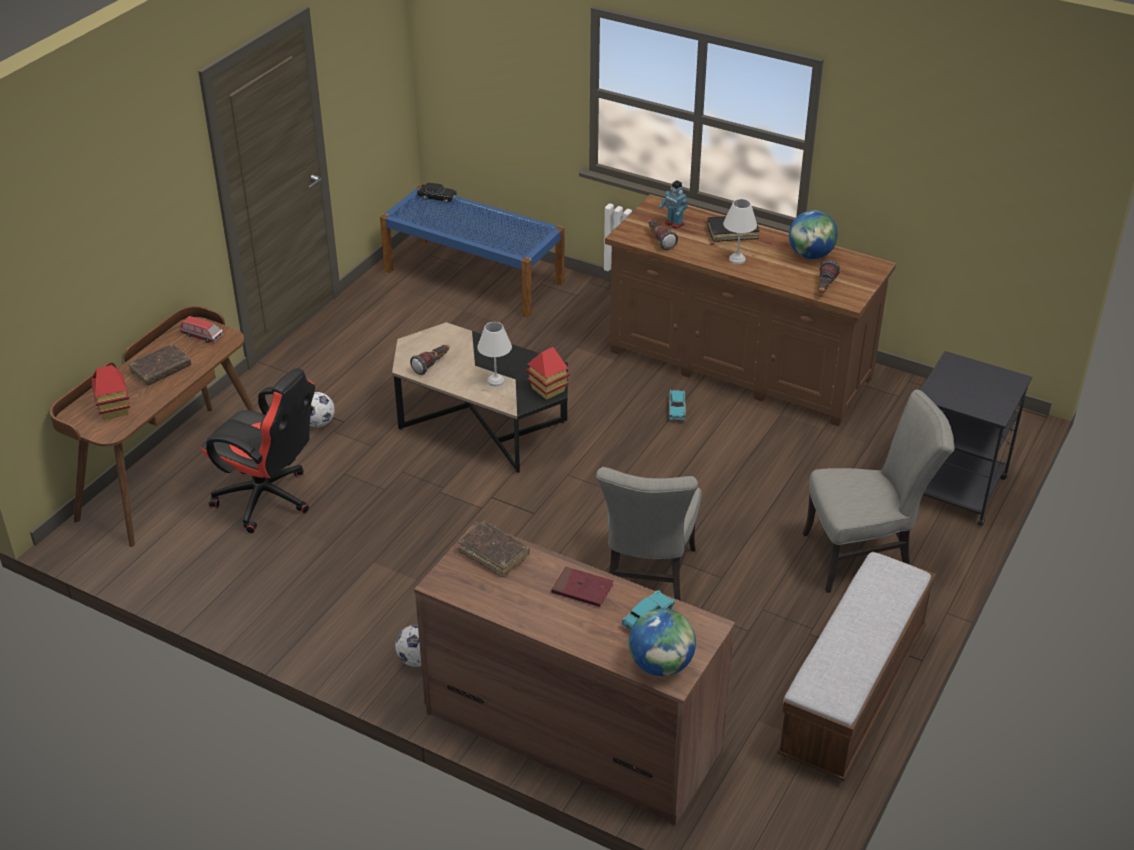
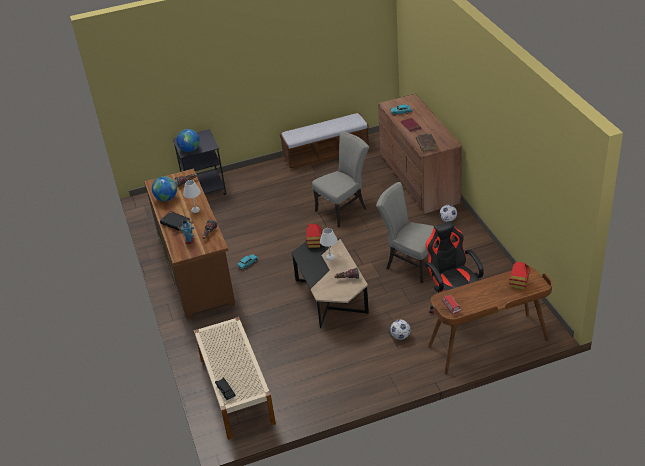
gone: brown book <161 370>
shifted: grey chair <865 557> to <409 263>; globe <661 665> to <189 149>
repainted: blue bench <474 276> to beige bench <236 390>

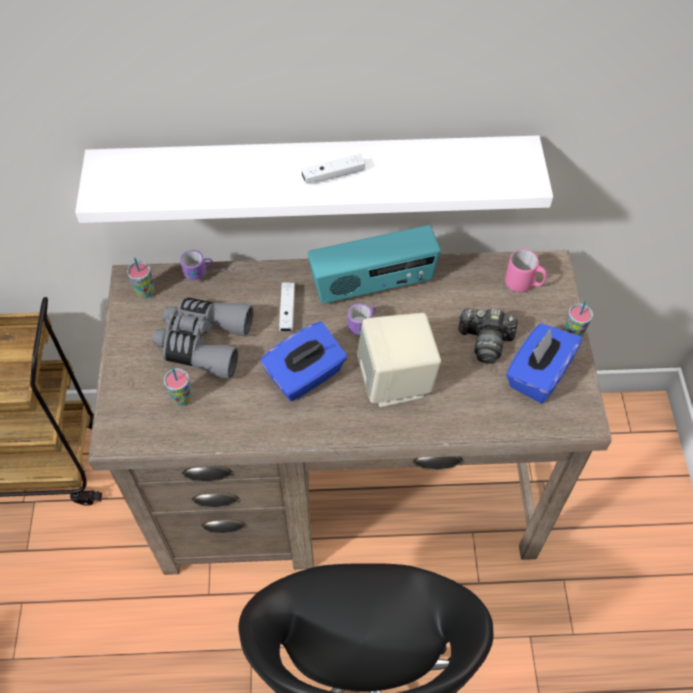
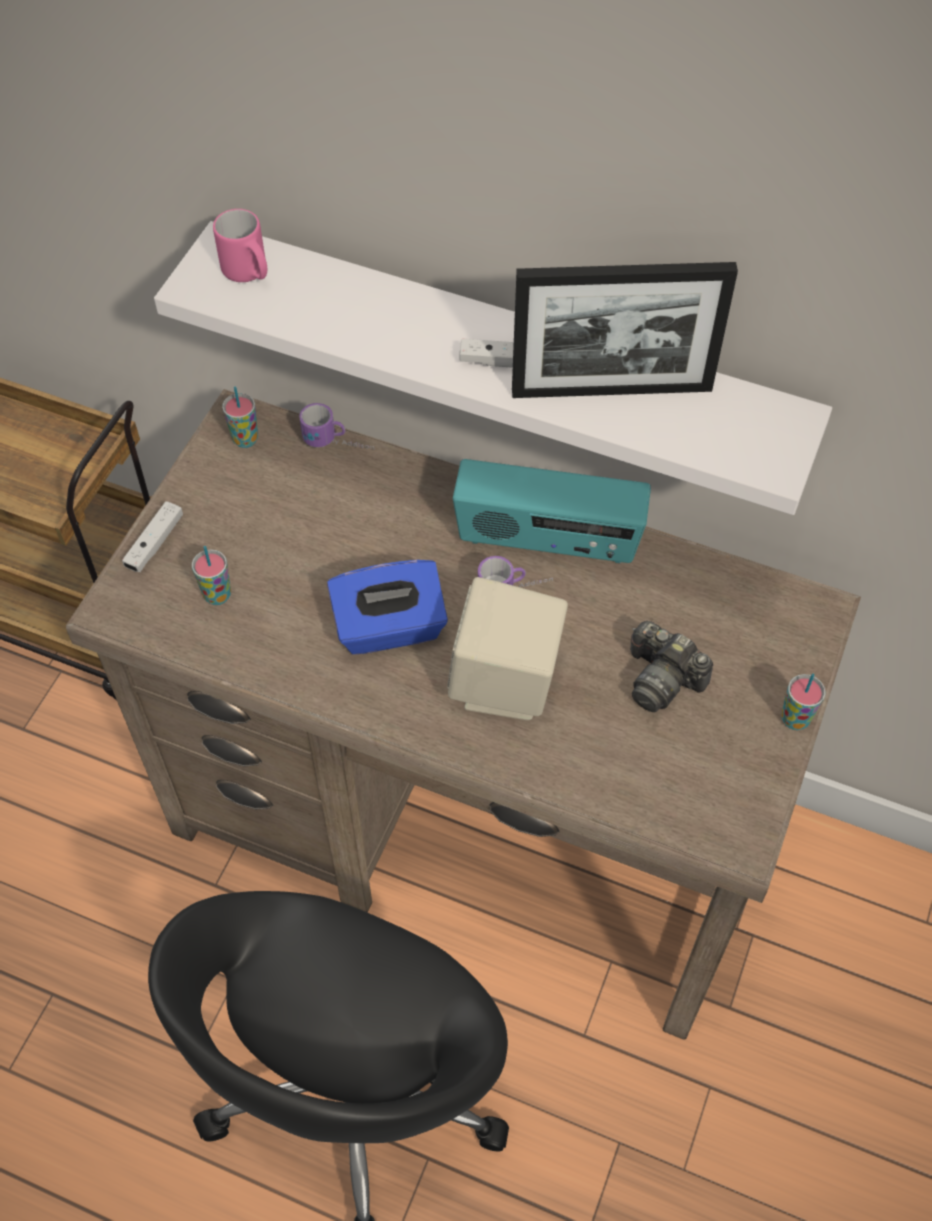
gone: grey binoculars <204 342>; blue tissue box <538 374>
new: picture frame <611 390>
shifted: pink mug <523 284> to <249 273>; white game controller <287 311> to <155 543>

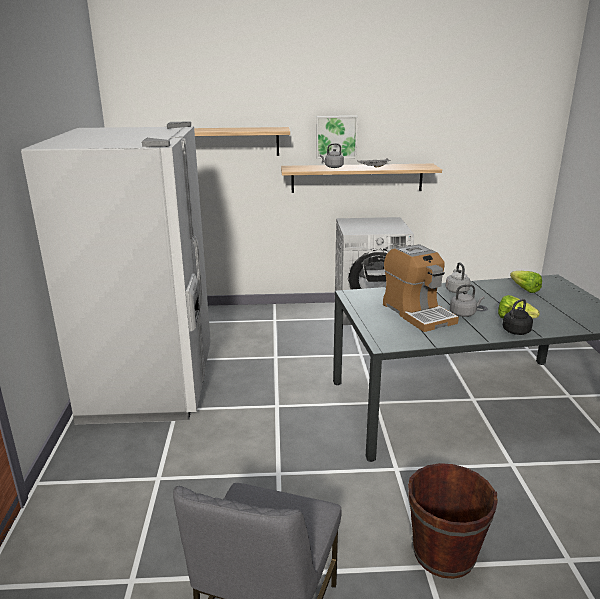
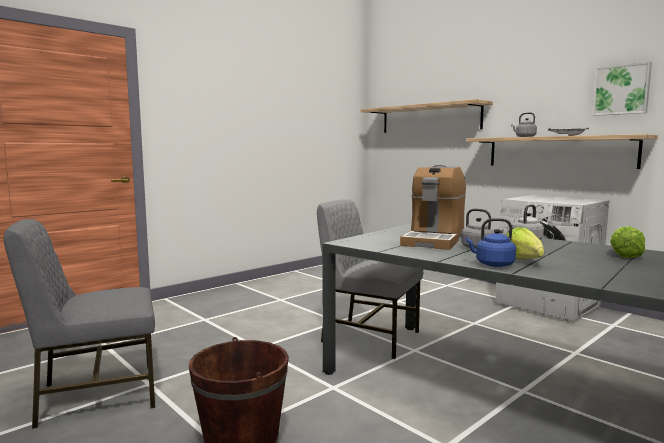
gone: white fridge <151 382>
new: grey chair <368 337>
shifted: picture <336 137> to <621 90>
repainted: black kettle <515 332> to blue kettle <492 264>

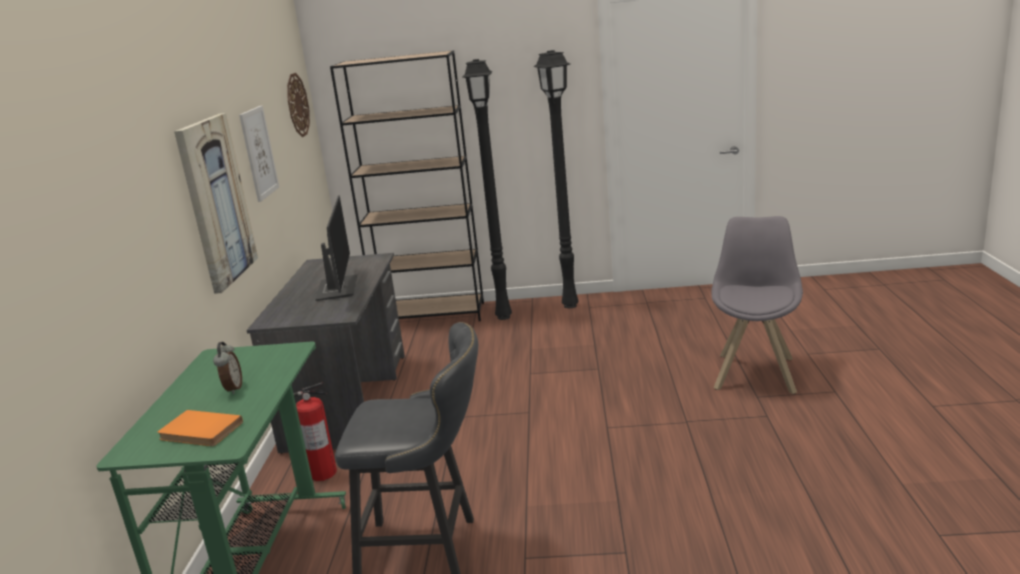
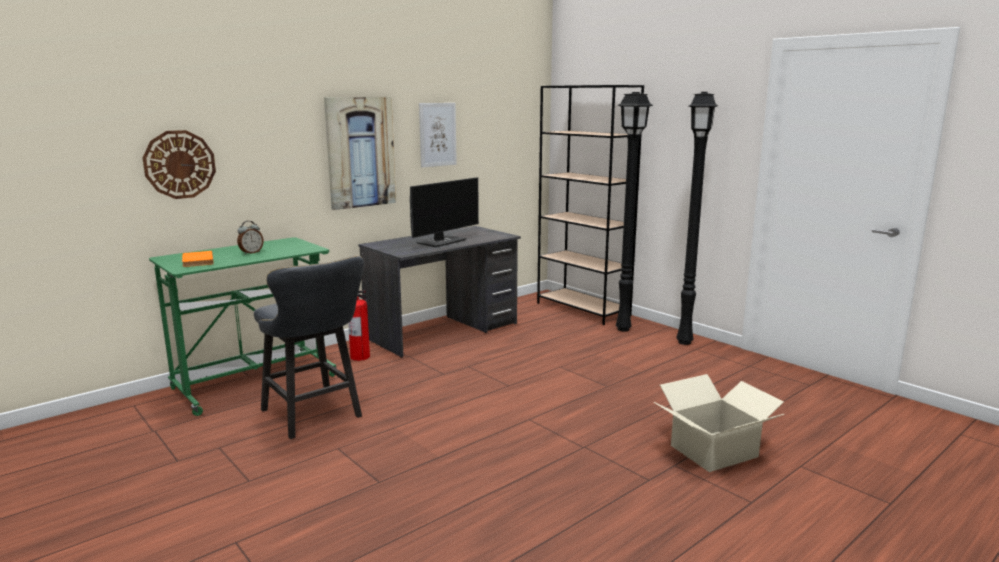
shifted: wall clock <297 105> to <179 164>
swapped: grey chair <755 373> to cardboard box <714 451>

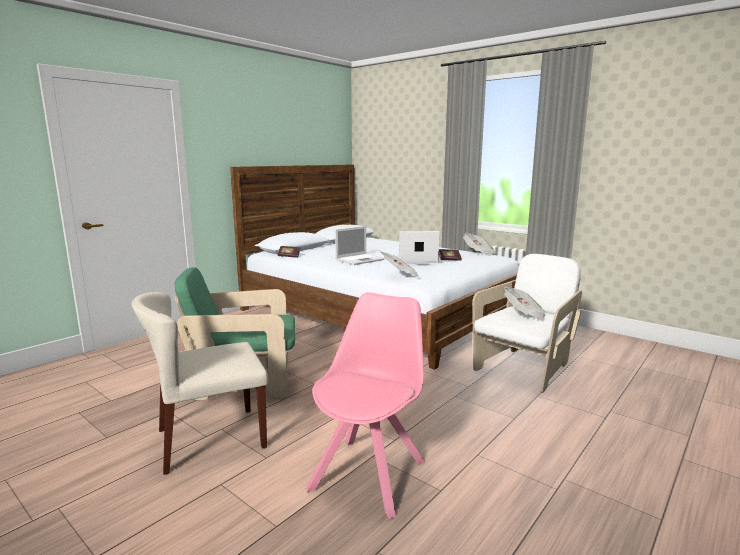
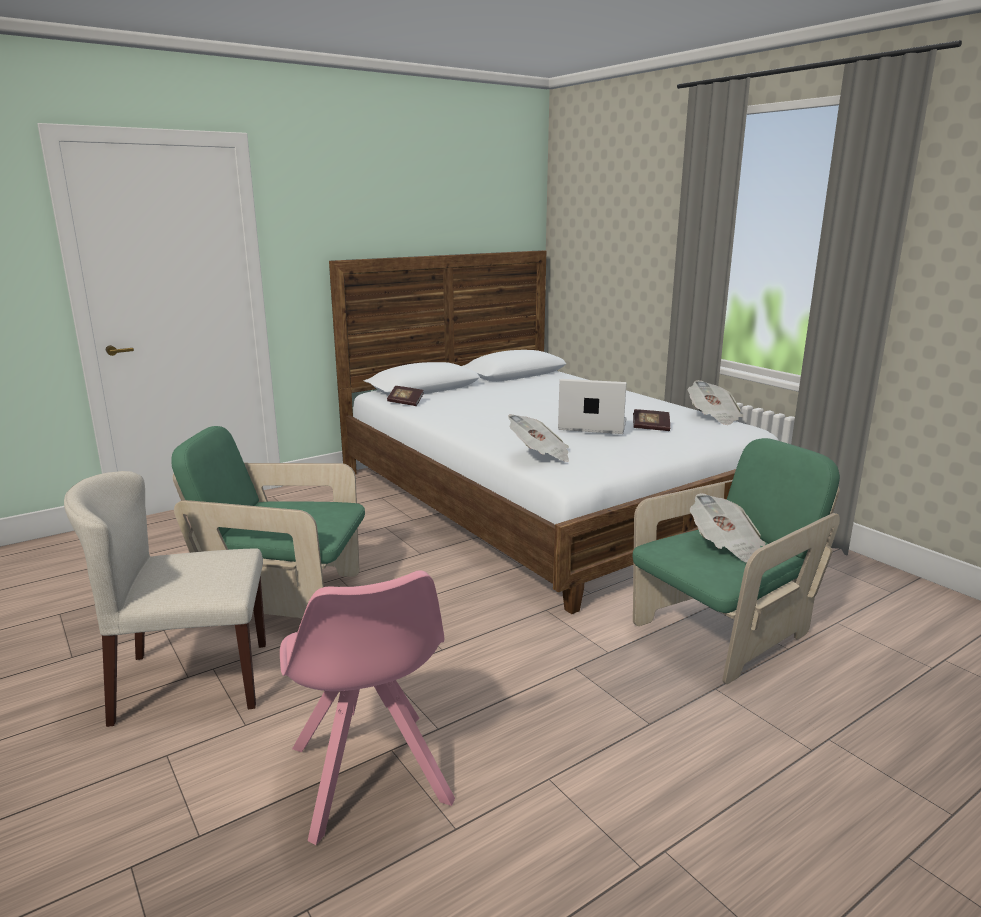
gone: laptop <360 259>
repainted: white armchair <524 368> to green armchair <723 633>
rotated: pink chair <370 473> = <370 778> 120 degrees clockwise

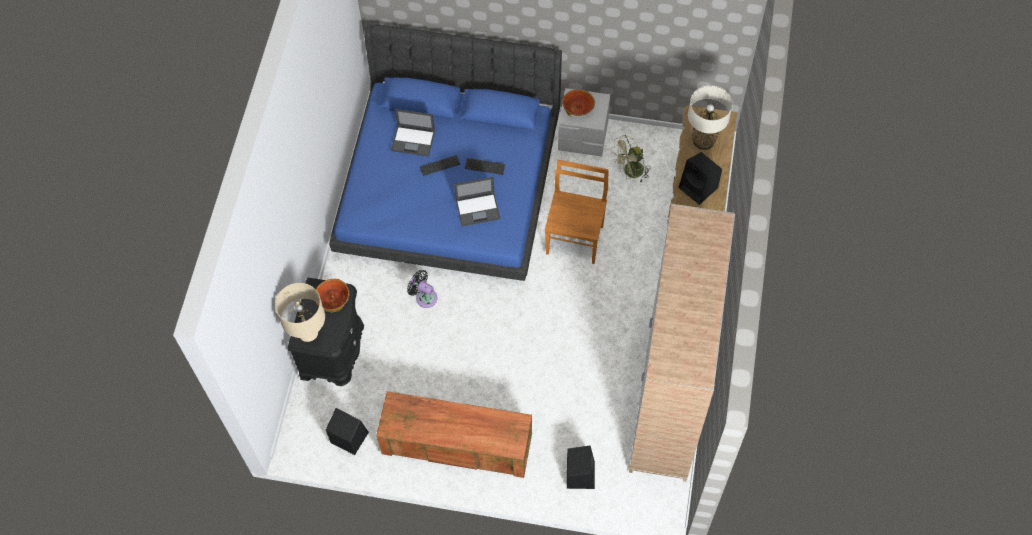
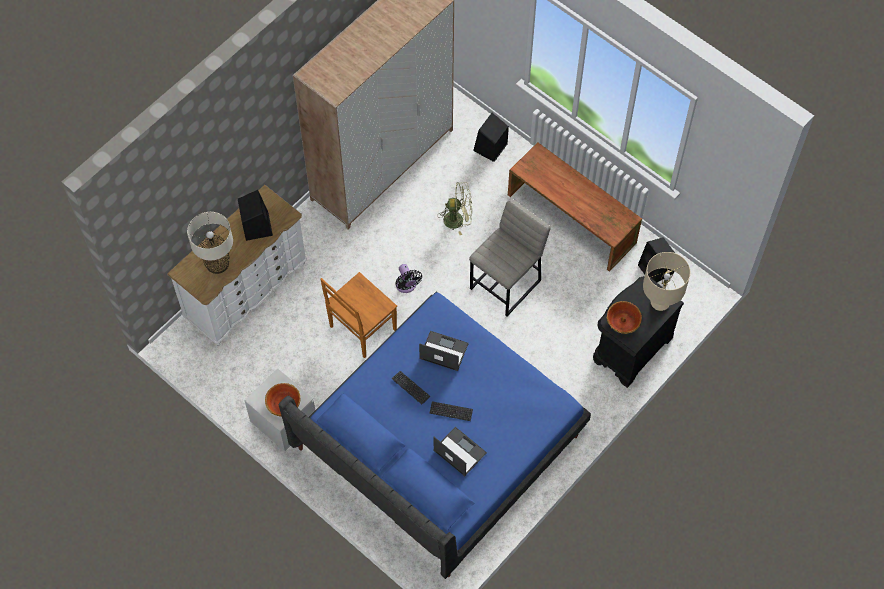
new: grey chair <506 283>
shifted: green fan <630 172> to <458 219>; black fan <424 297> to <406 286>

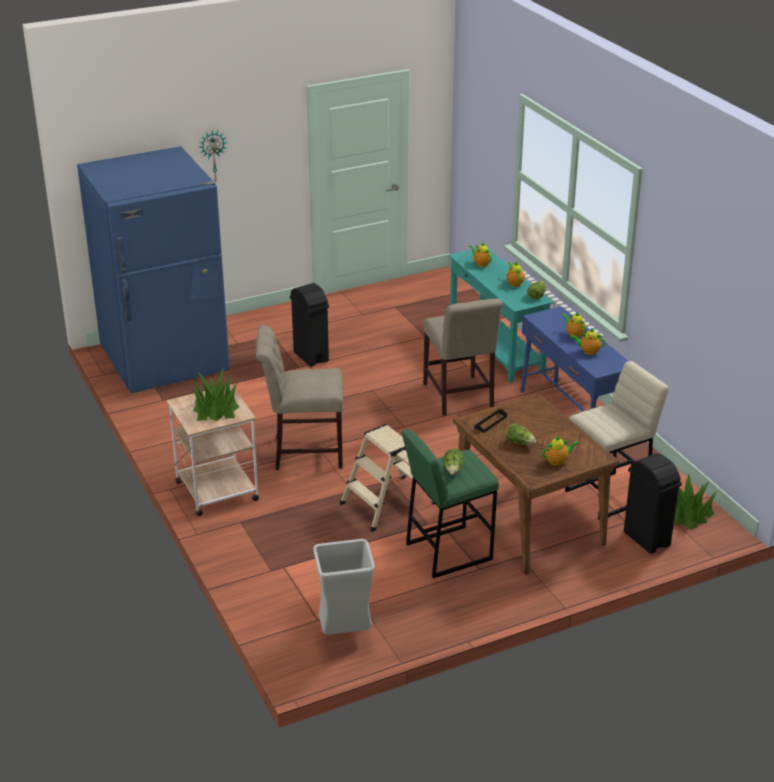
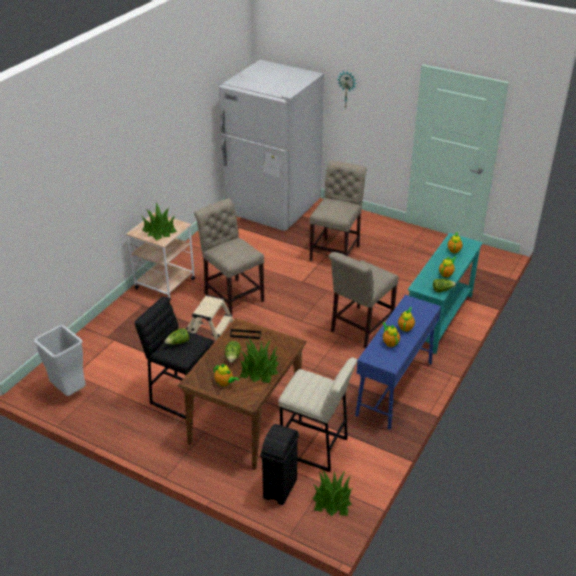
new: potted plant <259 369>
swapped: black trash can <311 356> to beige chair <336 251>
repainted: blue fridge <165 359> to white fridge <273 207>; green stool <447 552> to black stool <181 397>

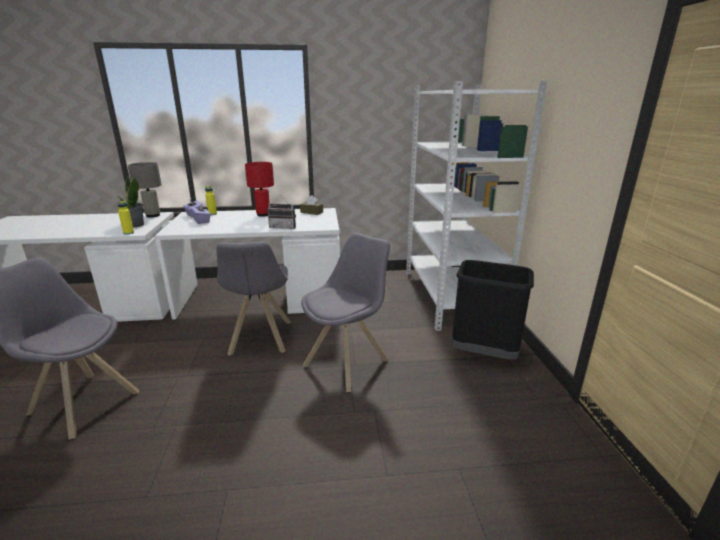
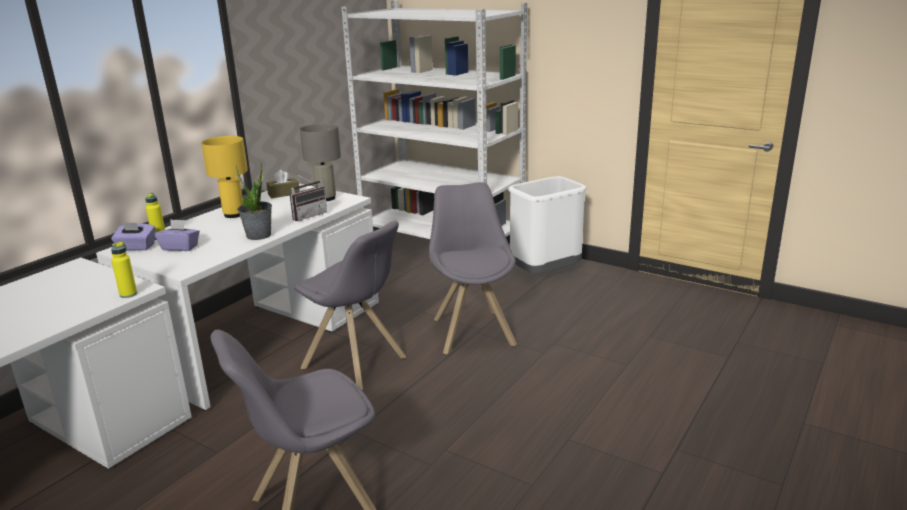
shifted: grey table lamp <153 215> to <326 198>; potted plant <134 225> to <259 235>
repainted: red table lamp <263 215> to yellow table lamp <234 215>; black trash can <484 354> to white trash can <545 273>

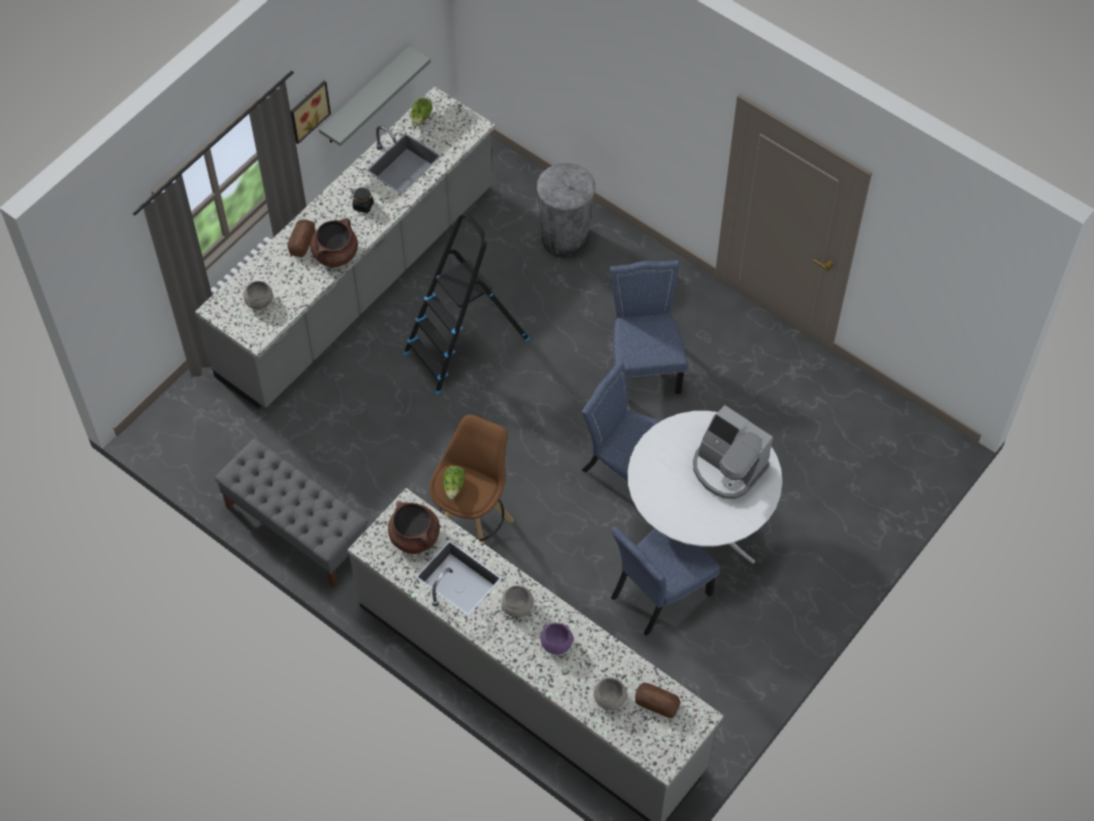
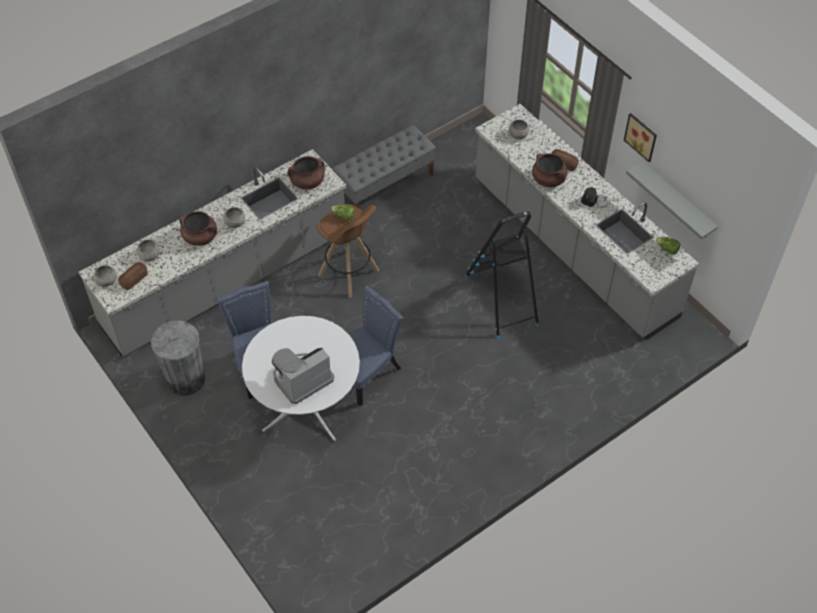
gone: blue chair <644 366>
new: grey bowl <106 281>
shifted: grey trash can <565 239> to <186 379>
swapped: purple bowl <556 643> to brown cooking pot <200 237>

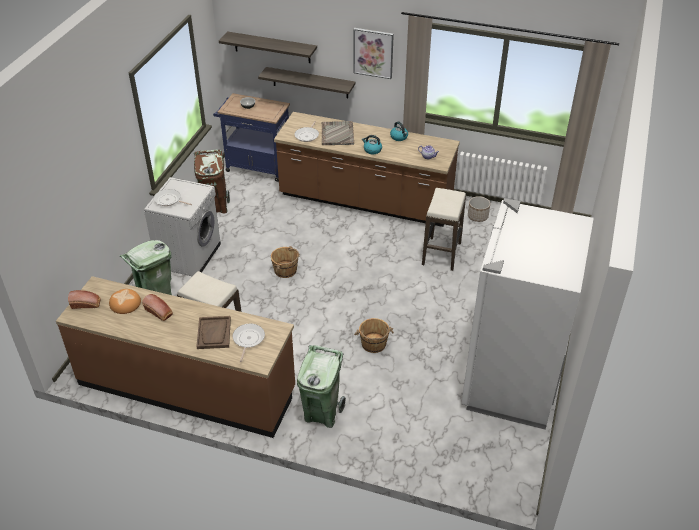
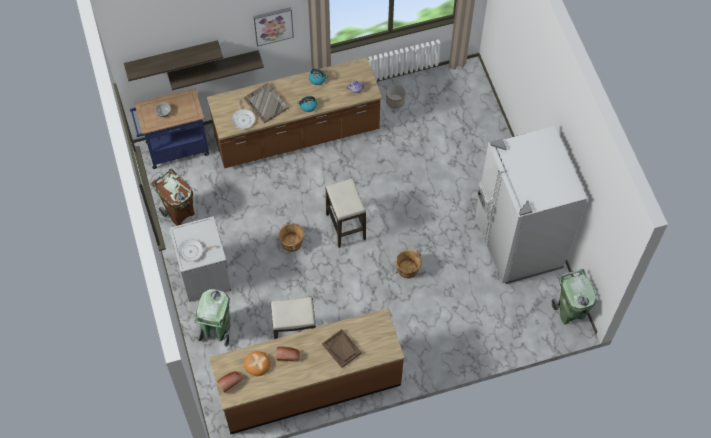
gone: frying pan <248 339>
shifted: stool <441 254> to <345 226>; green trash can <322 413> to <570 311>

